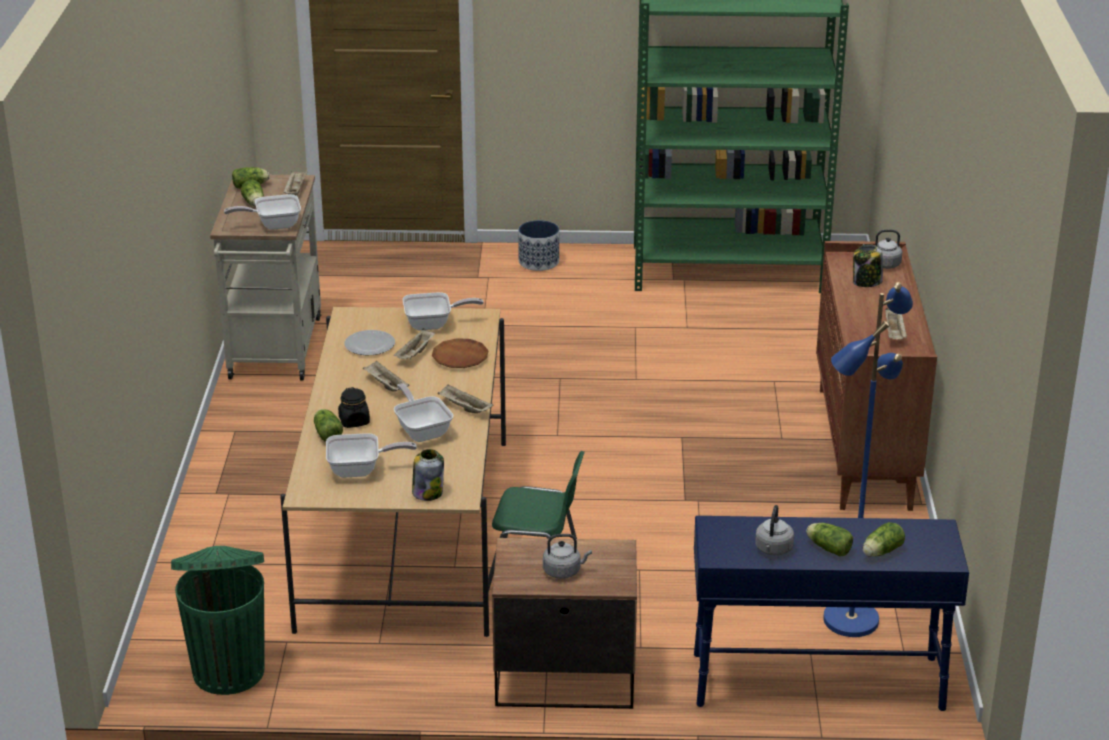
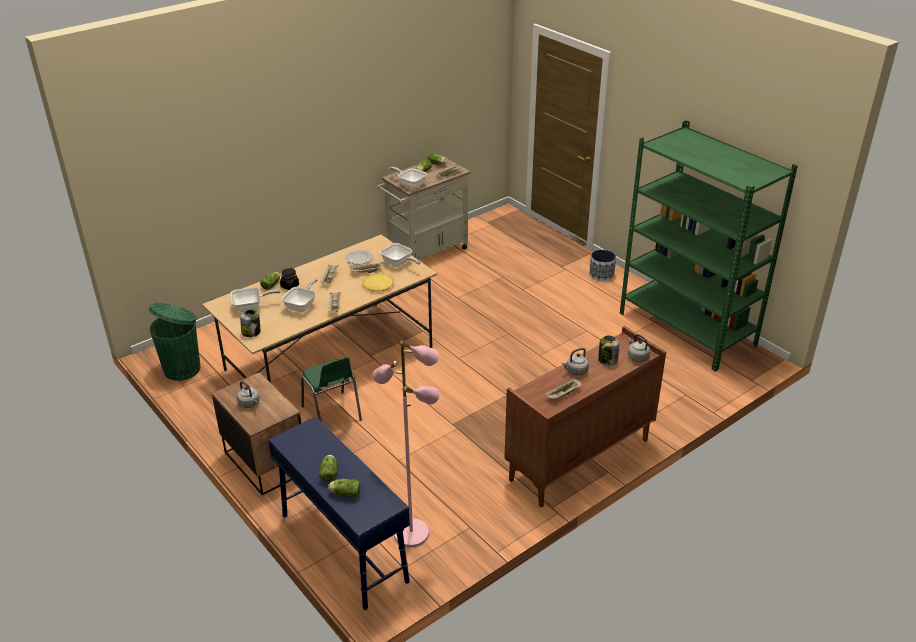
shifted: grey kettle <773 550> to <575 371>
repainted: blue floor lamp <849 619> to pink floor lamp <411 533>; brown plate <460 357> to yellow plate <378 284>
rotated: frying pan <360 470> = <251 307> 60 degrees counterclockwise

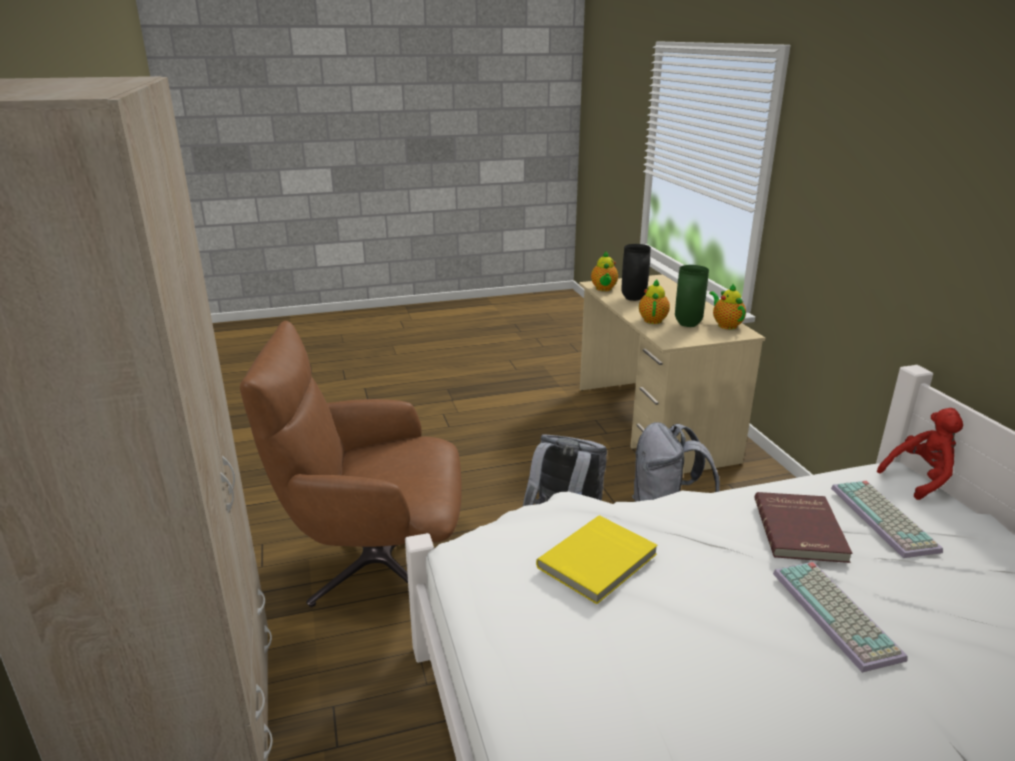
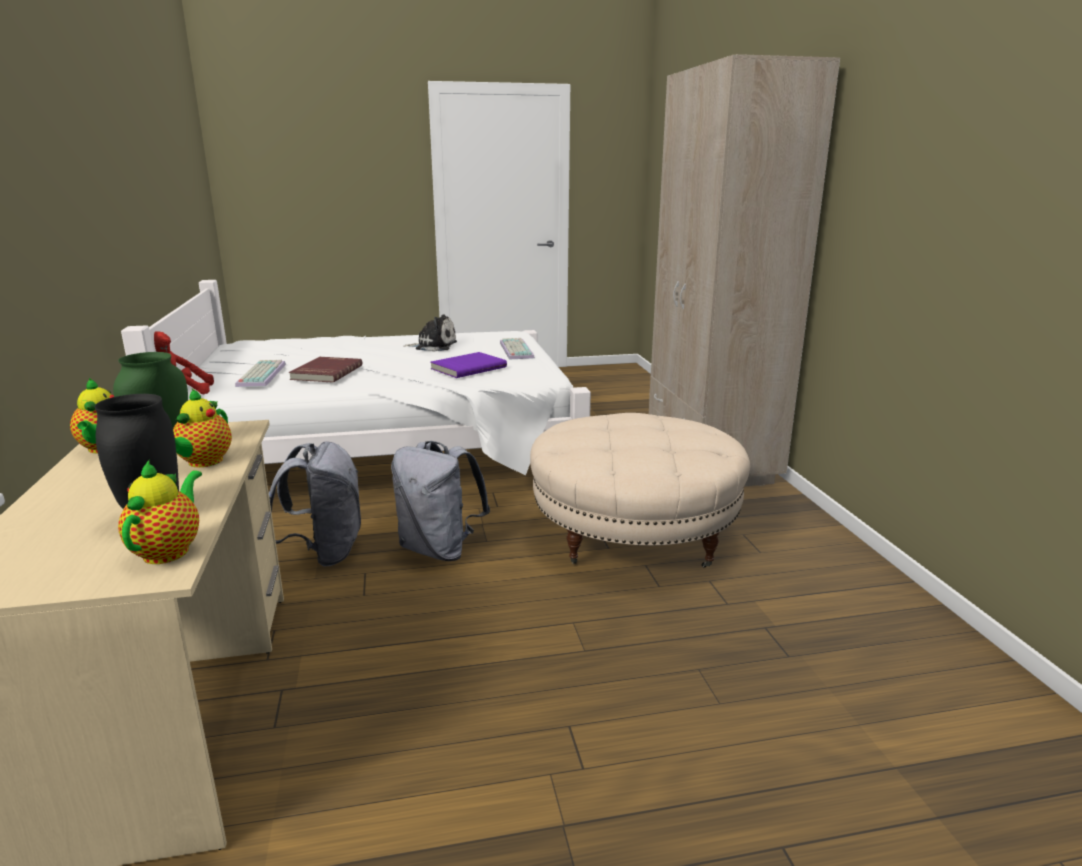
new: plush toy <433 346>
shifted: keyboard <838 615> to <515 350>
swapped: brown armchair <376 561> to beige ottoman <634 533>
repainted: yellow book <599 562> to purple book <467 367>

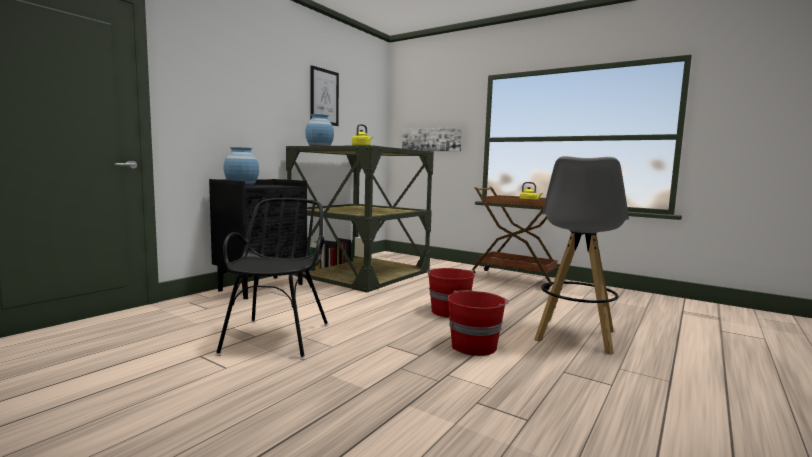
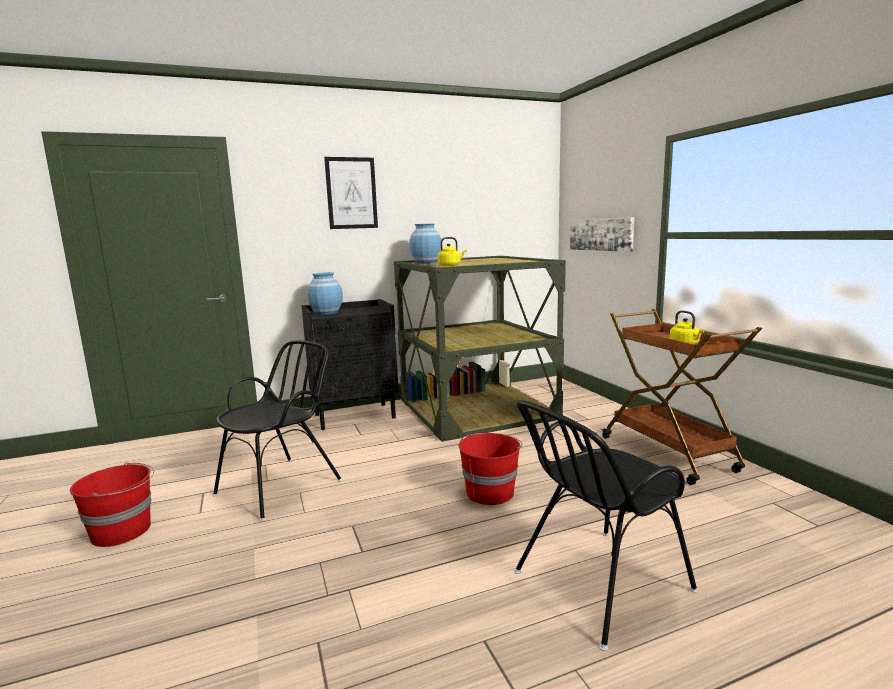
shifted: picture <324 97> to <351 193>; red bucket <474 346> to <122 531>
swapped: grey stool <574 336> to black chair <598 584>

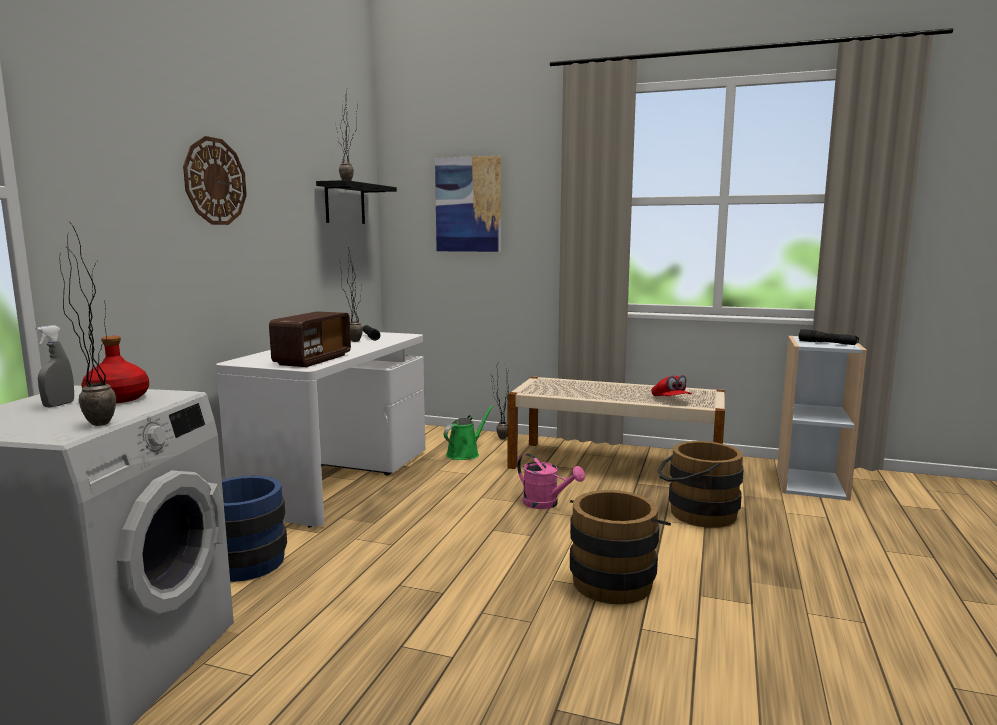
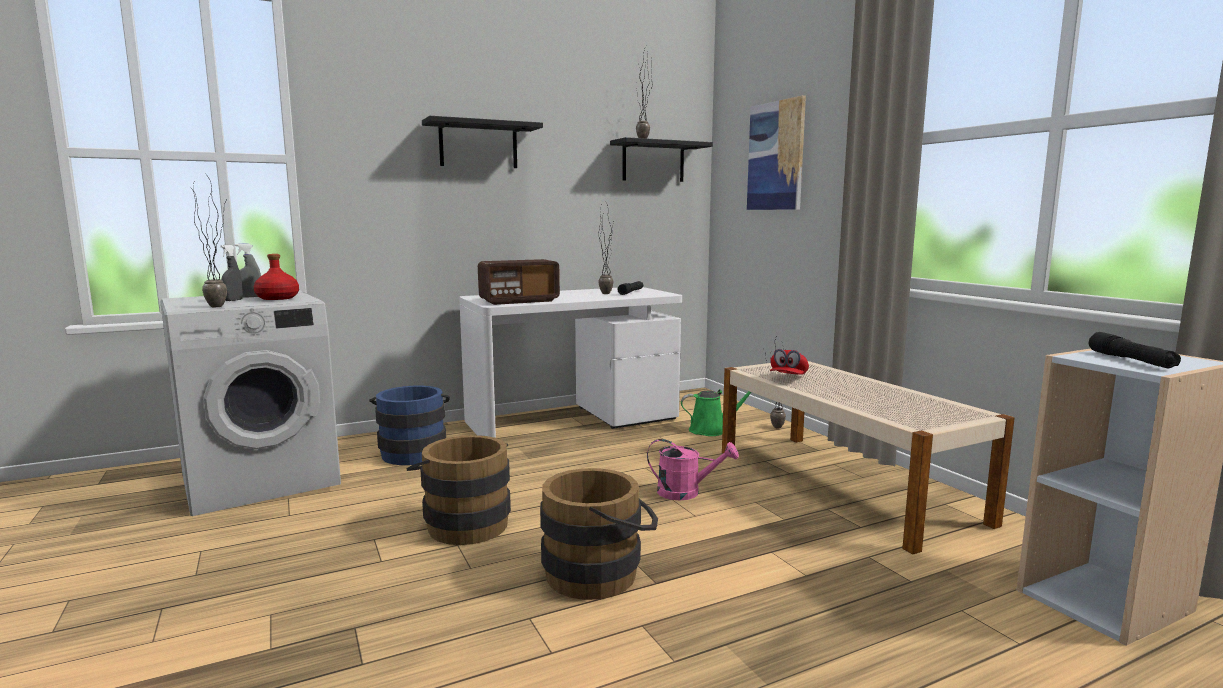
new: grey spray bottle <233 300>
shifted: red cap <670 400> to <788 378>; brown bucket <696 513> to <464 523>
swapped: wall clock <215 181> to black shelf <478 145>
rotated: pink watering can <546 504> = <686 492> 75 degrees counterclockwise

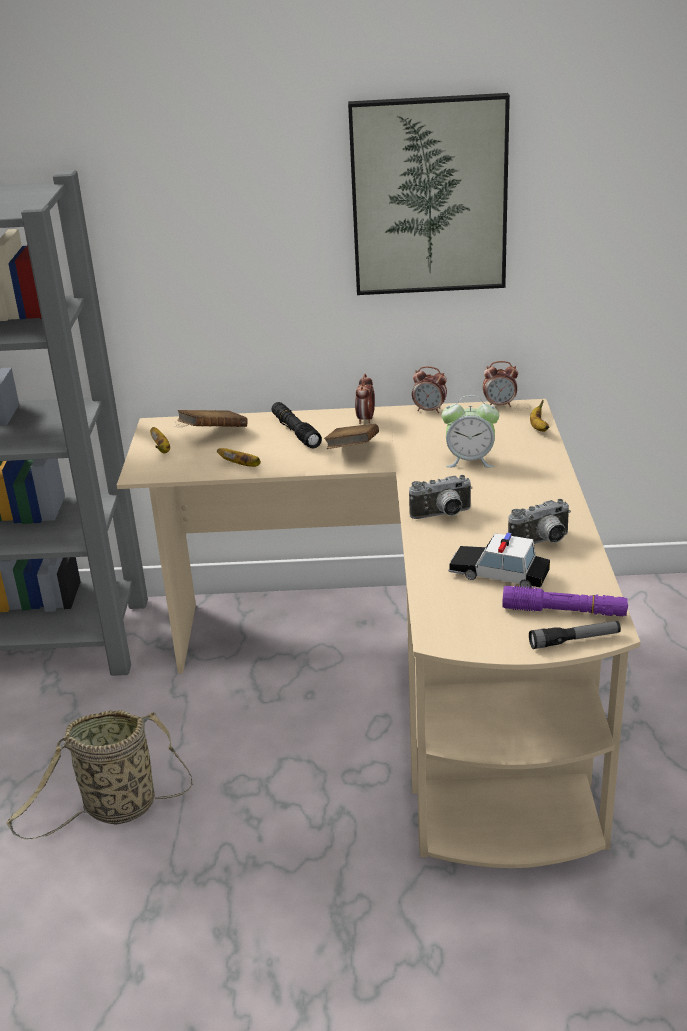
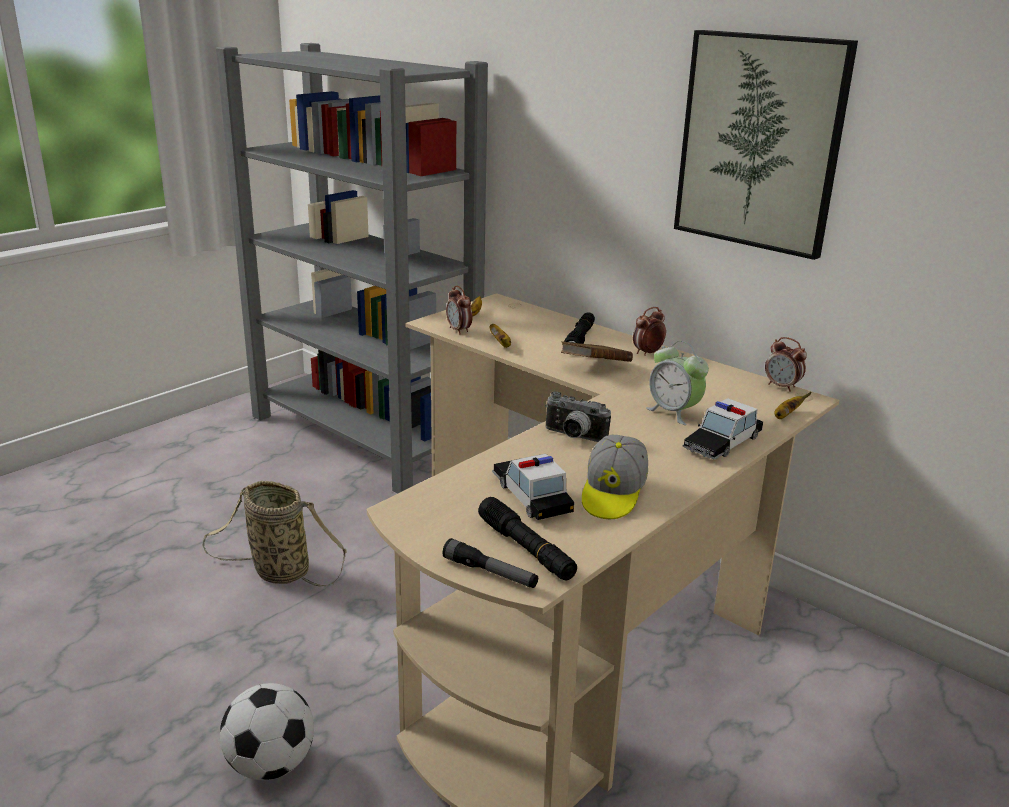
gone: brown book <213 433>
new: toy car <722 443>; football <271 764>
shifted: alarm clock <429 410> to <459 330>
swapped: photo camera <542 542> to cap <613 494>
repainted: purple flashlight <564 612> to black flashlight <526 549>

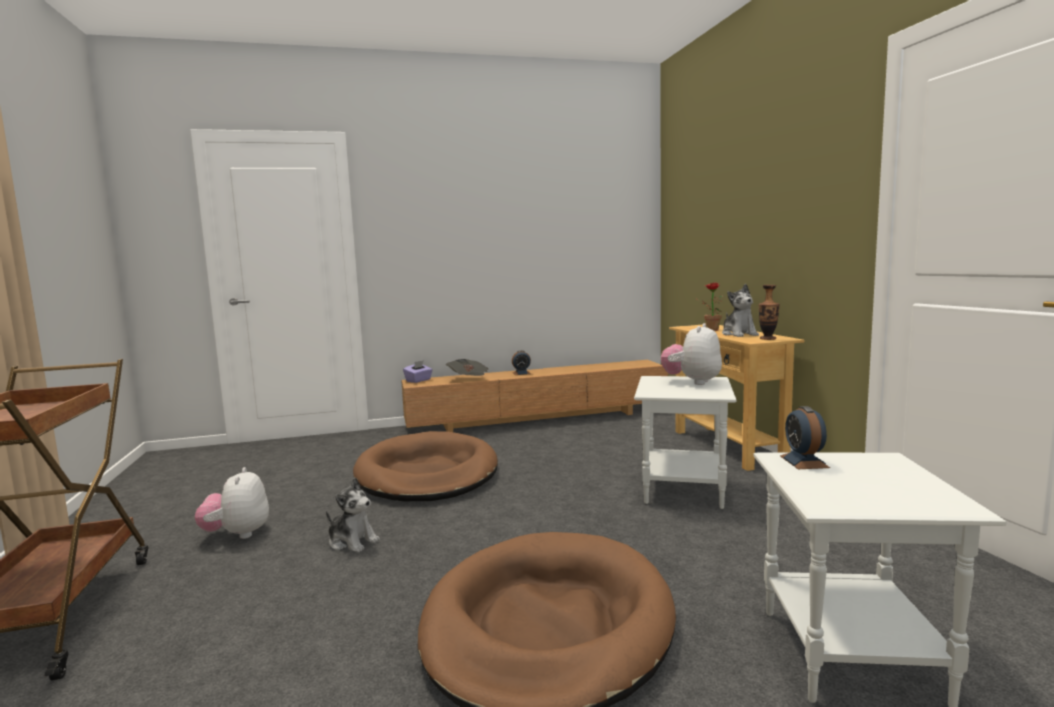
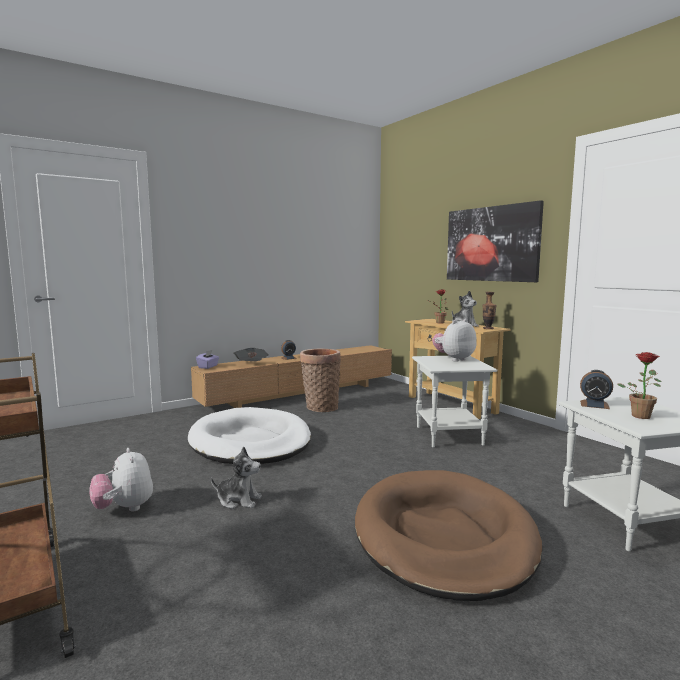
new: picture <491 244>; basket <320 407>; potted plant <640 415>
repainted: brown dog bed <427 474> to white dog bed <250 442>
rotated: plush toy <692 382> = <454 359> 45 degrees clockwise; alarm clock <804 461> = <594 405> 45 degrees counterclockwise

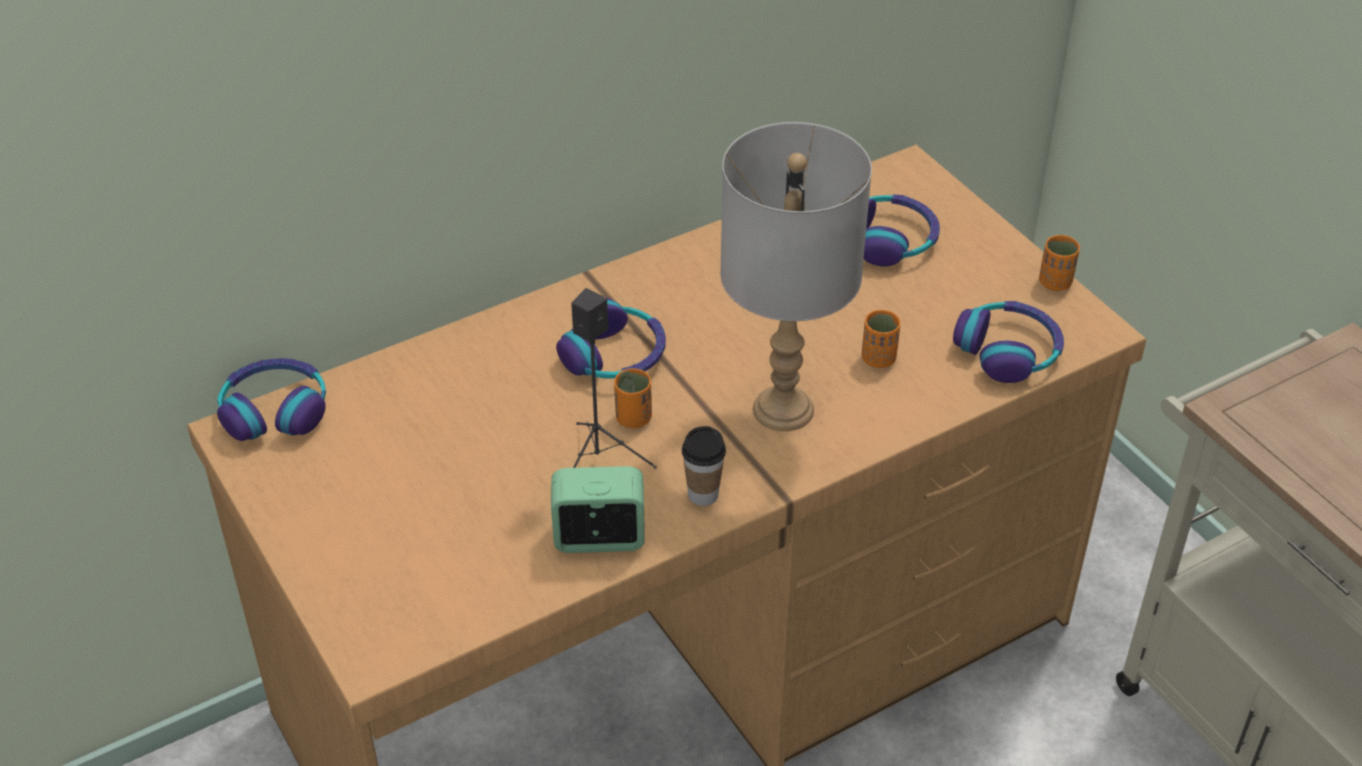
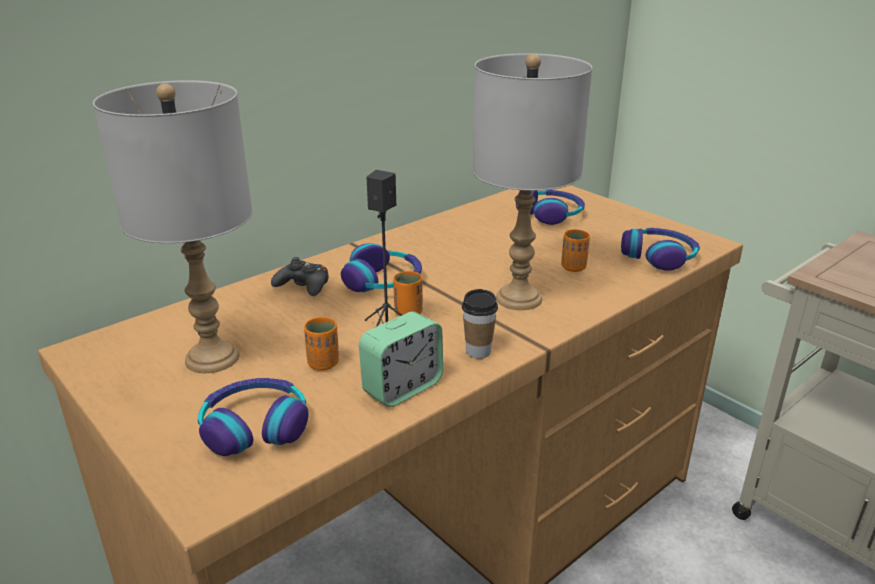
new: grey table lamp <211 358>; black game controller <303 285>
shifted: orange cup <1055 282> to <323 363>; headphones <275 410> to <255 426>
rotated: alarm clock <599 538> = <402 388> 150 degrees clockwise

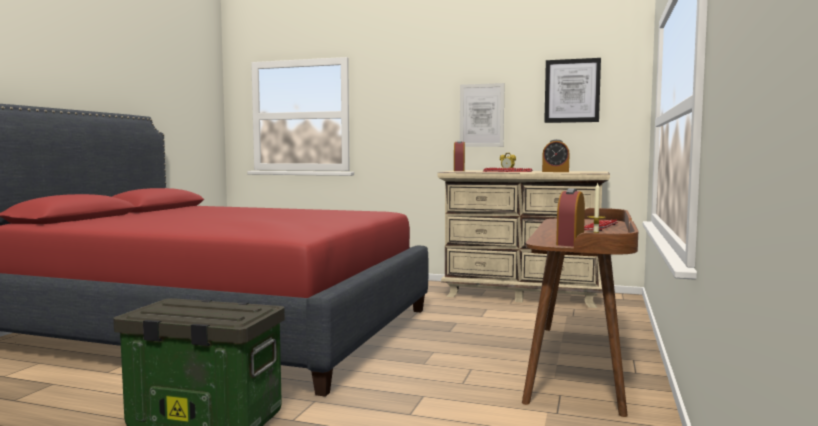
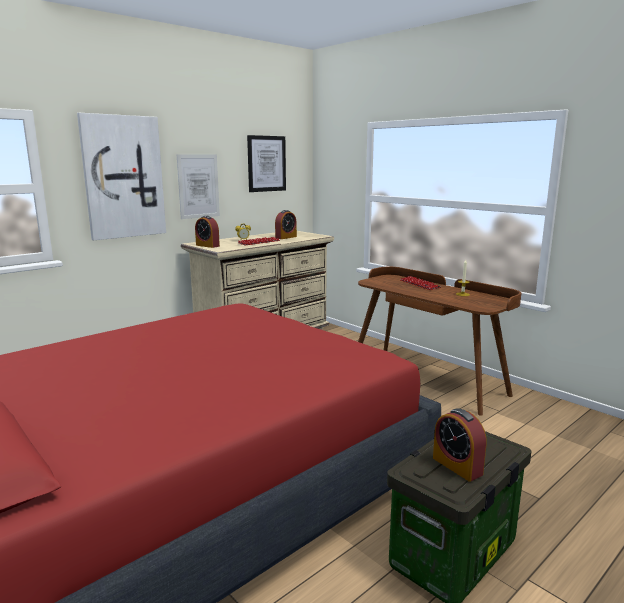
new: picture <123 177>
shifted: alarm clock <570 243> to <457 466>

